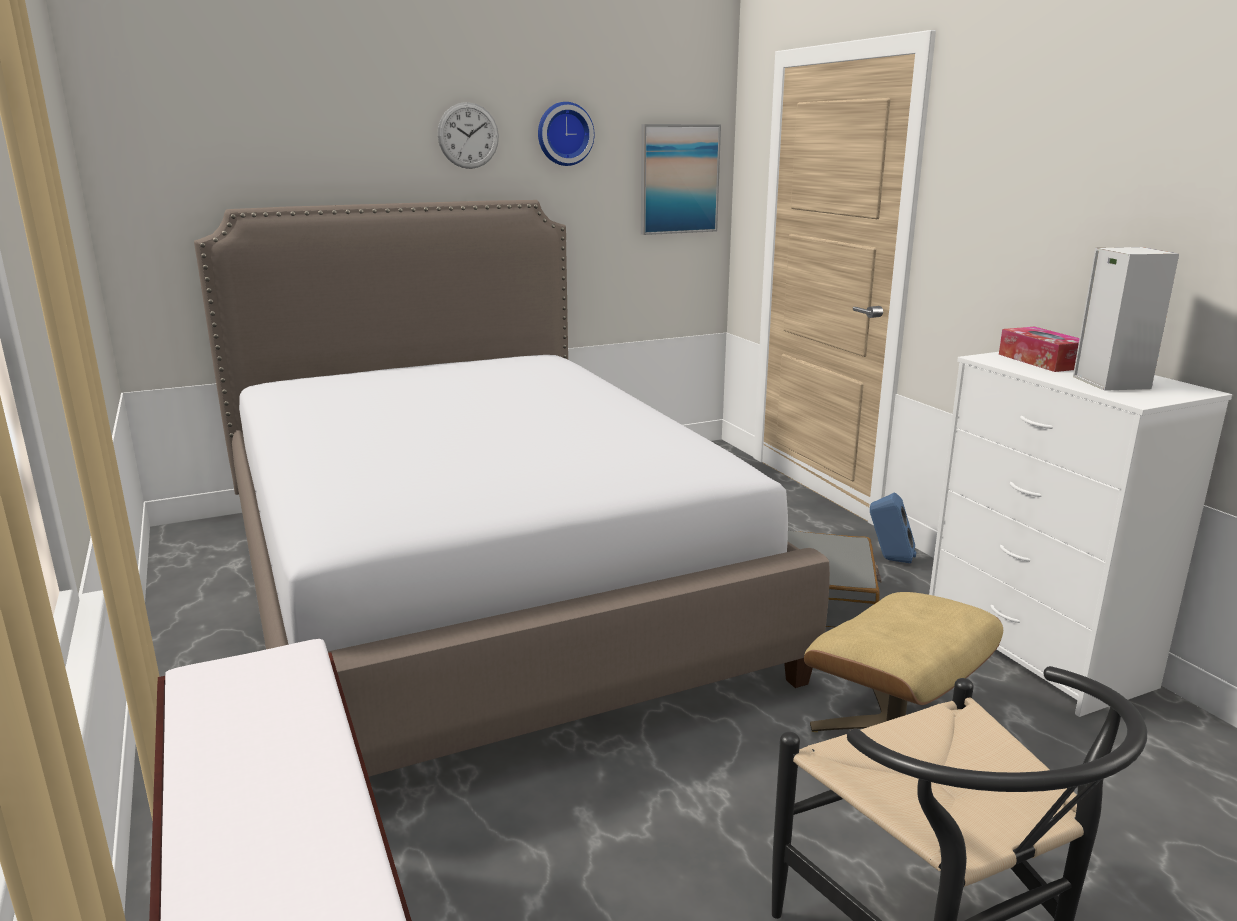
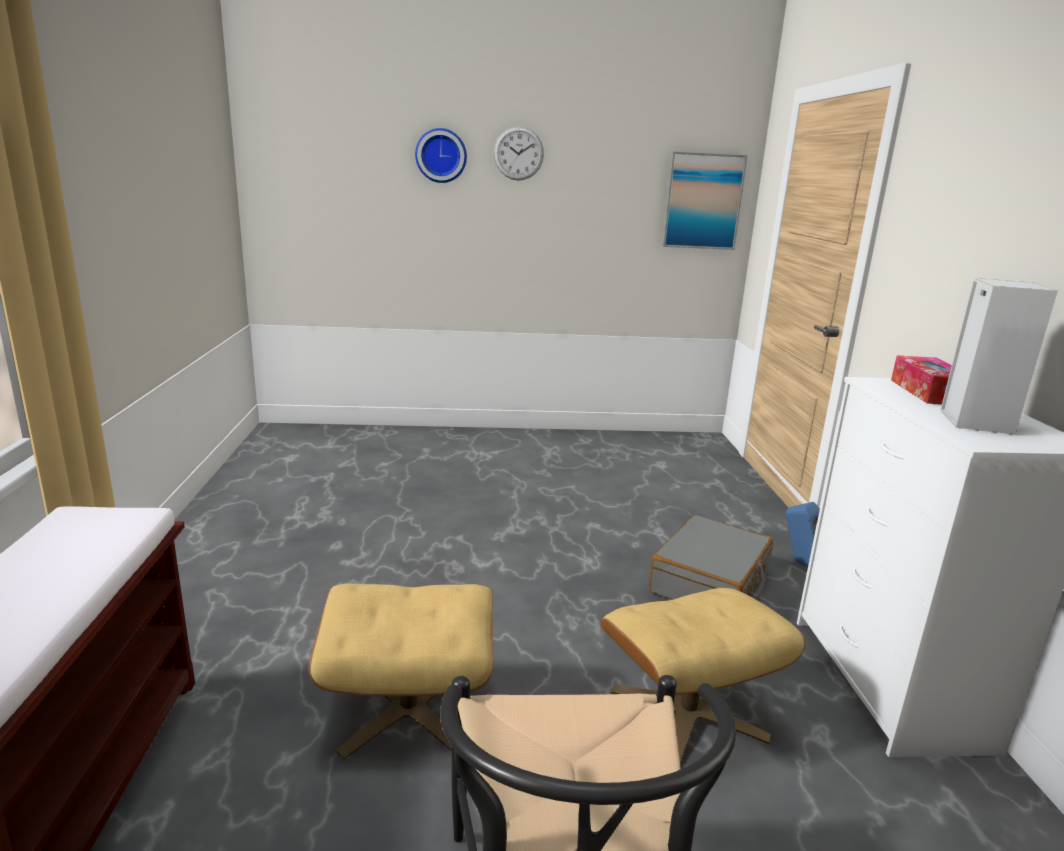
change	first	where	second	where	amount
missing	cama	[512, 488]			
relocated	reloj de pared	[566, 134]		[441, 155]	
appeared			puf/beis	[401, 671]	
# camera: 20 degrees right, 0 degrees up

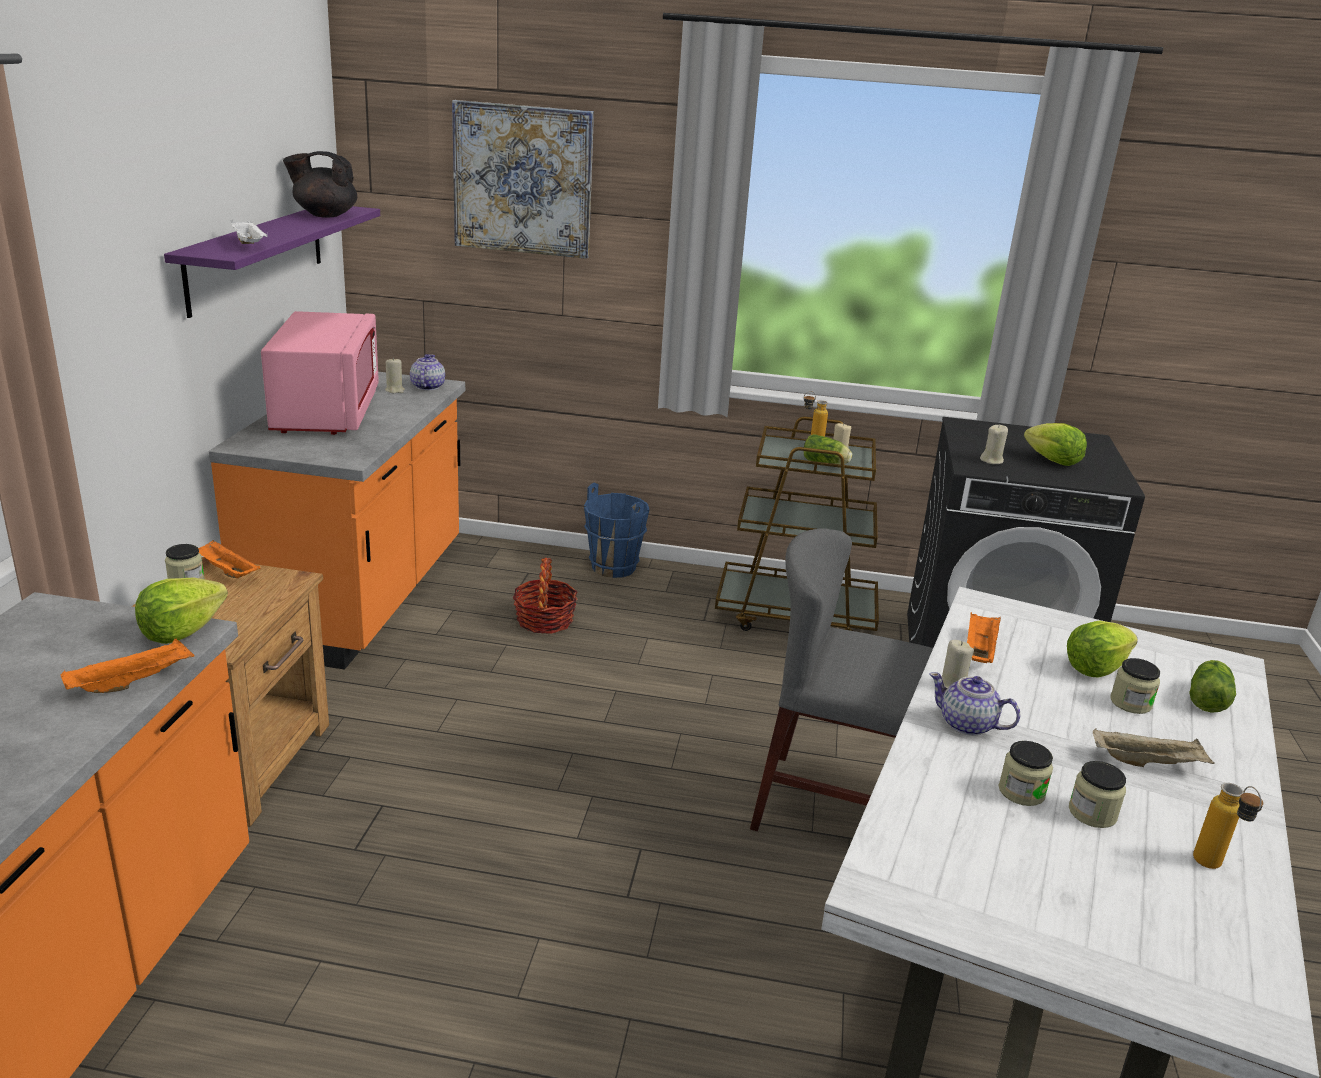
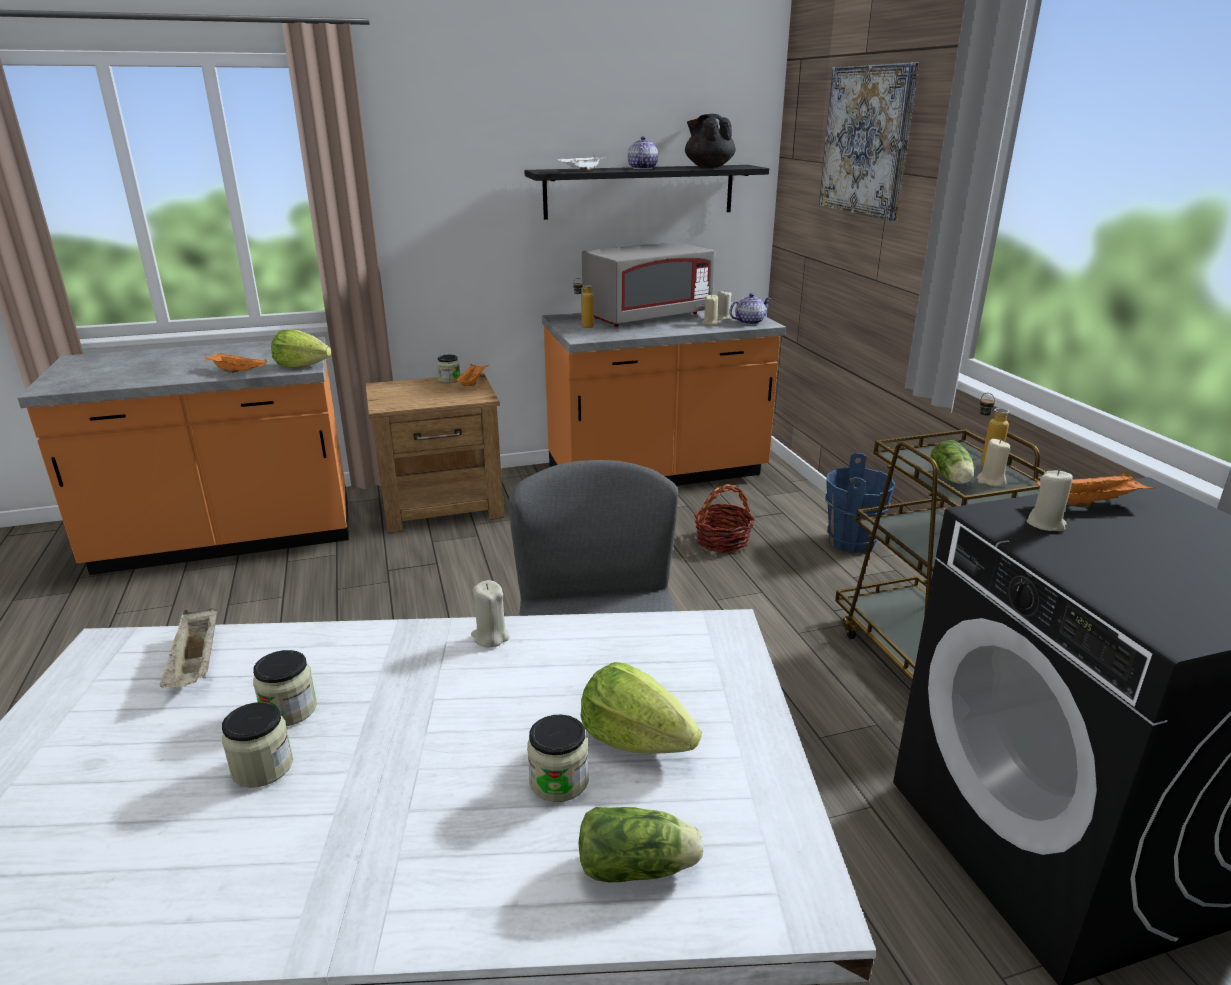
change	first	where	second	where	amount
colour	estante/morado	[272, 262]	estante/negro	[646, 192]	
colour	microondas/rosa	[320, 373]	microondas/gris	[648, 284]	
relocated	tetera	[974, 704]		[643, 152]	
relocated	bandeja/naranja	[984, 637]		[1095, 489]	
missing	lechuga	[1055, 444]			
relocated	bandeja/beis	[1153, 748]		[188, 648]	
relocated	botella	[1228, 826]		[583, 303]	
appeared			vela/beis	[710, 309]	
# camera: 65 degrees right, 0 degrees up

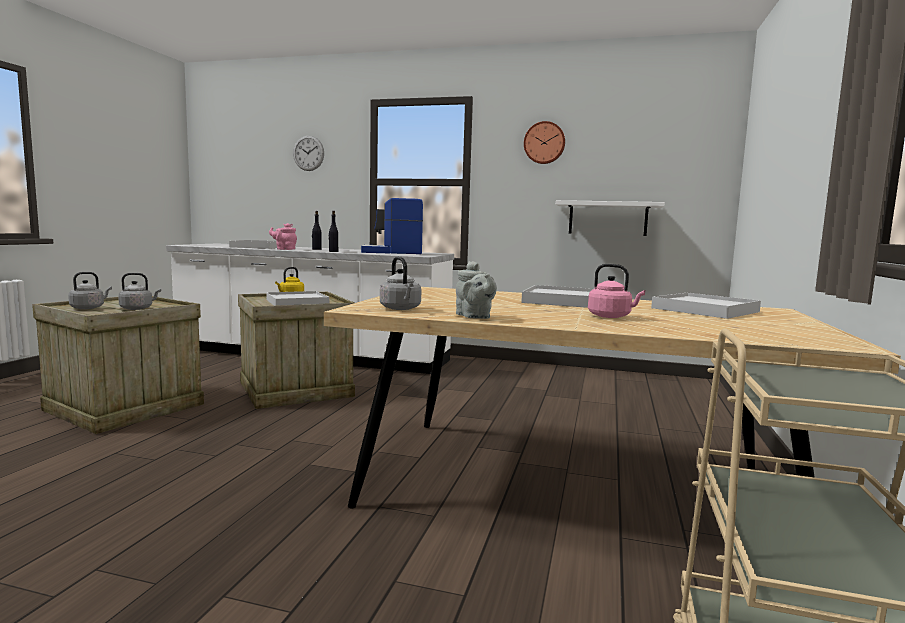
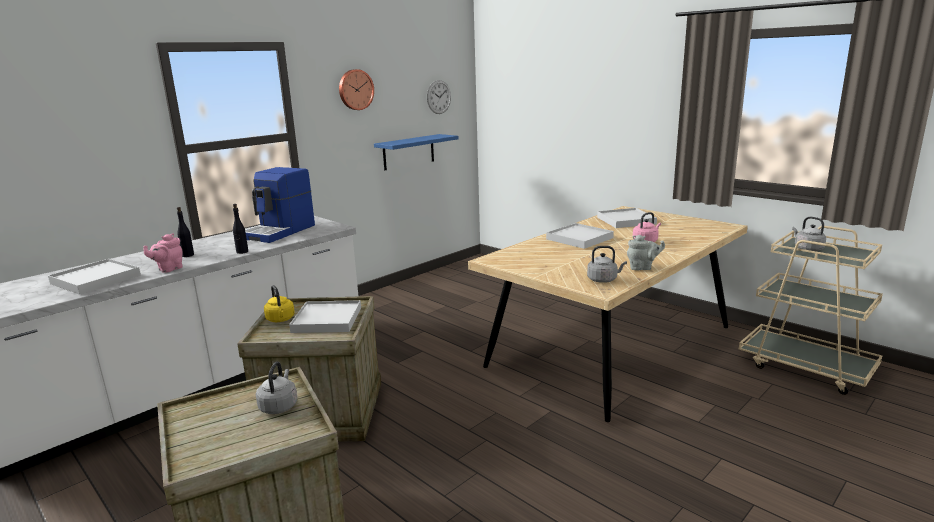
change	first	where	second	where	amount
relocated	hervidor/gris	[90, 290]		[809, 234]	
relocated	reloj de pared	[308, 153]		[439, 97]	
colour	estante/blanco	[610, 218]	estante/azul	[416, 152]	
# camera: 60 degrees left, 10 degrees up

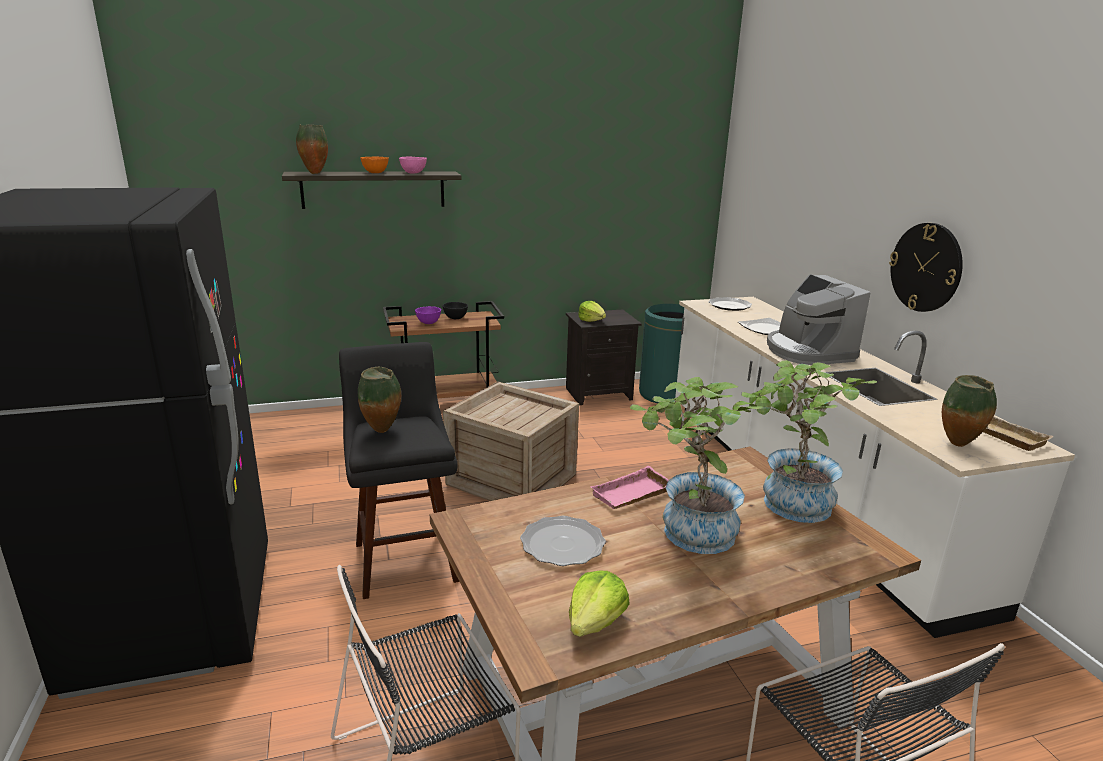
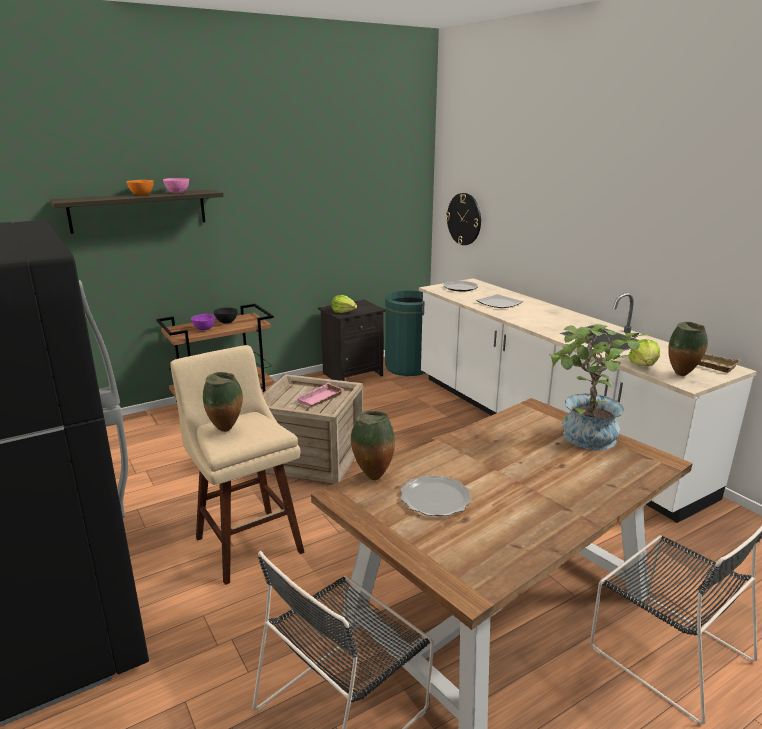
change	first	where	second	where	amount
relocated	florero	[312, 149]		[373, 445]	
colour	taburete/negro	[399, 470]	taburete/beis	[237, 465]	
relocated	lechuga	[599, 604]		[644, 352]	
relocated	bandeja/rosa	[630, 487]		[320, 394]	
missing	planta en maceta	[696, 465]			
missing	cafetera	[819, 319]			
relocated	reloj de pared	[926, 267]		[463, 219]	
# camera: 15 degrees left, 0 degrees up

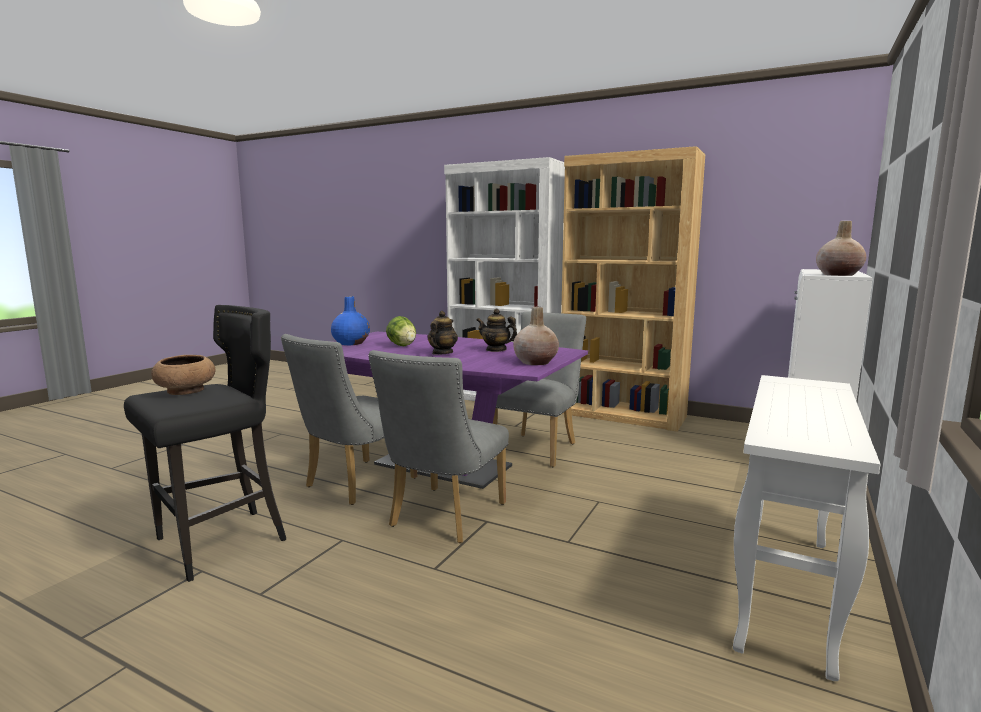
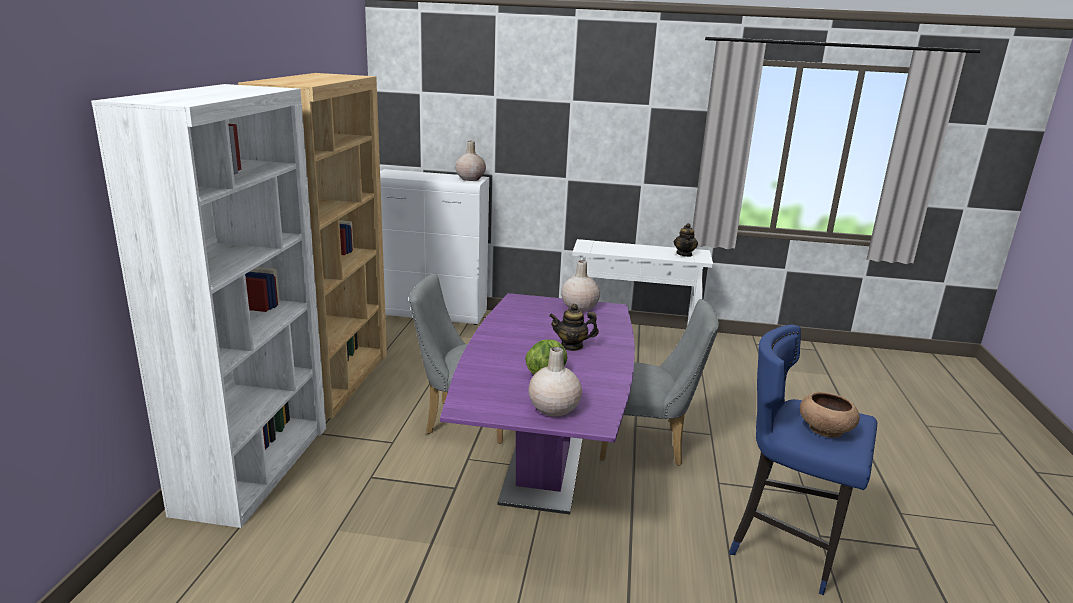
change	first	where	second	where	amount
colour	taburete/negro	[205, 443]	taburete/azul	[803, 460]	
missing	silla/gris	[349, 419]			
colour	florero/azul	[350, 320]	florero/beis	[555, 382]	
relocated	tetera	[496, 330]		[686, 240]	
# camera: 110 degrees left, 10 degrees up

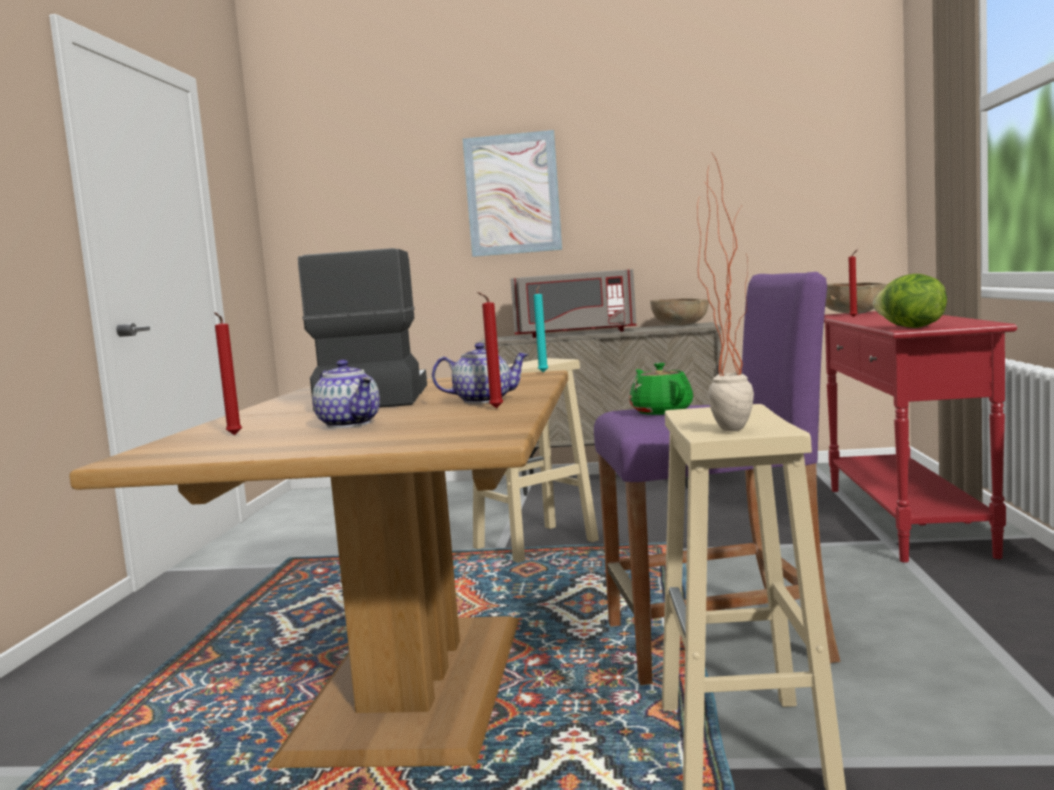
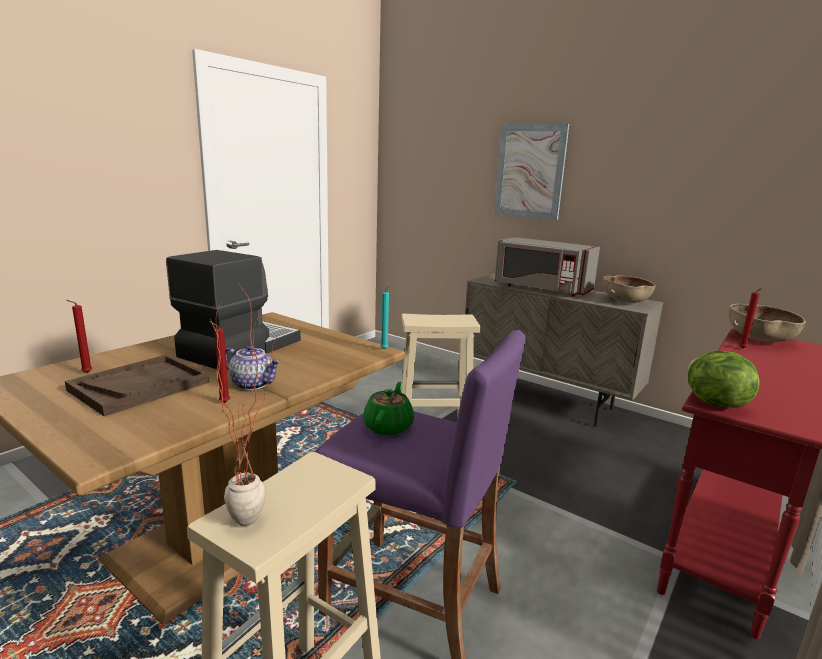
change	first	where	second	where	amount
exchanged	tetera	[346, 394]	bandeja/marrón	[137, 385]	
# camera: 30 degrees right, 10 degrees up

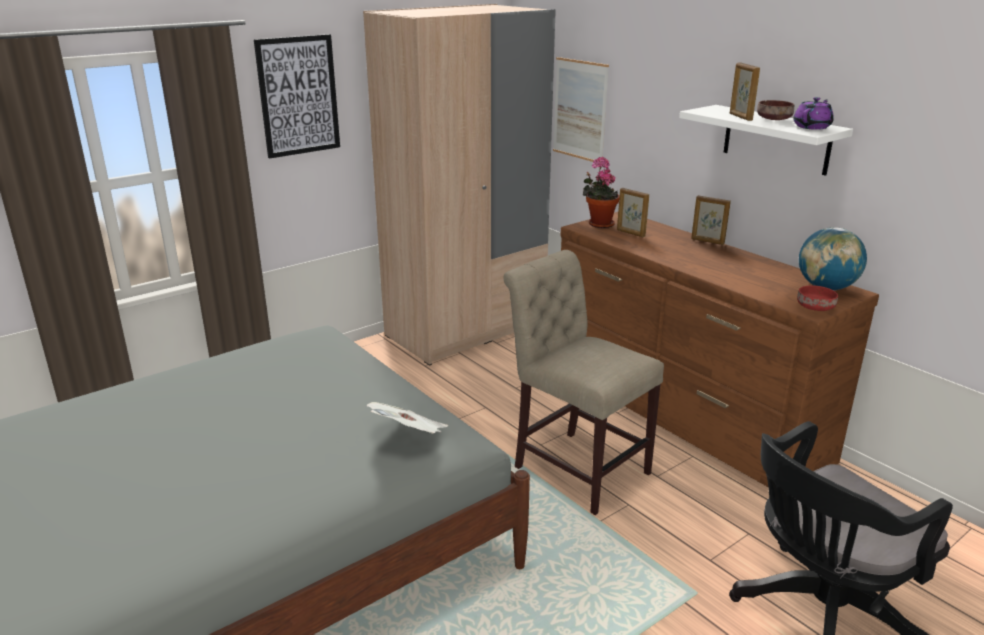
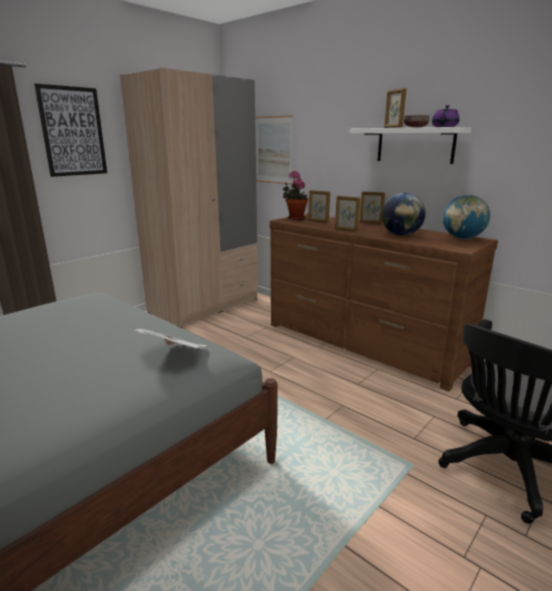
change	first	where	second	where	amount
missing	silla/beis	[584, 382]			
missing	cuenco/rojo	[817, 298]			
appeared			portarretratos	[348, 214]	
appeared			globo terráqueo	[404, 214]	
# camera: 10 degrees left, 5 degrees down

